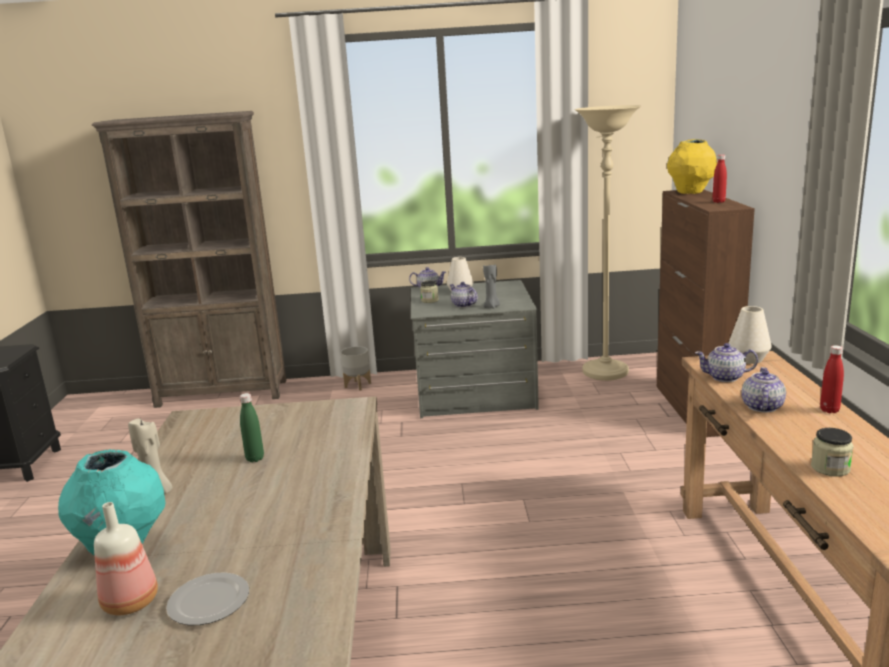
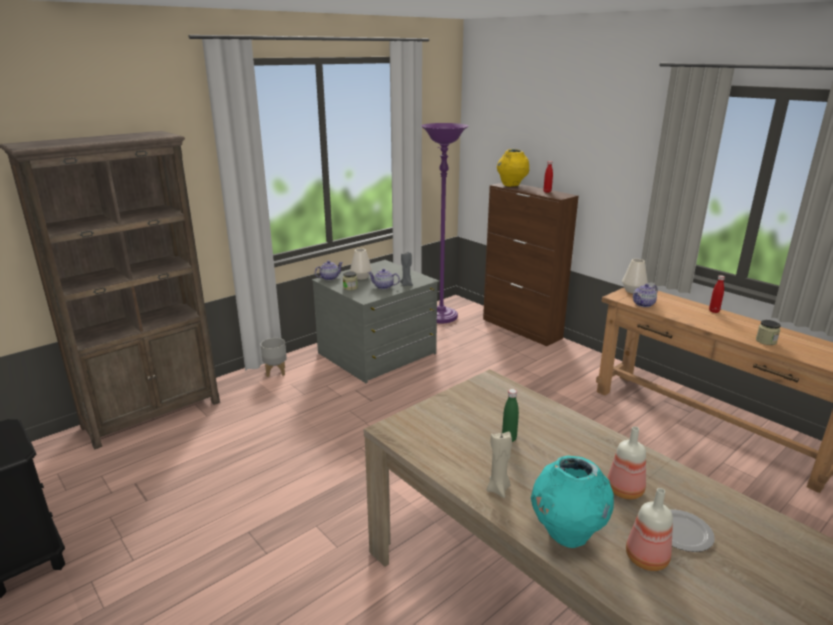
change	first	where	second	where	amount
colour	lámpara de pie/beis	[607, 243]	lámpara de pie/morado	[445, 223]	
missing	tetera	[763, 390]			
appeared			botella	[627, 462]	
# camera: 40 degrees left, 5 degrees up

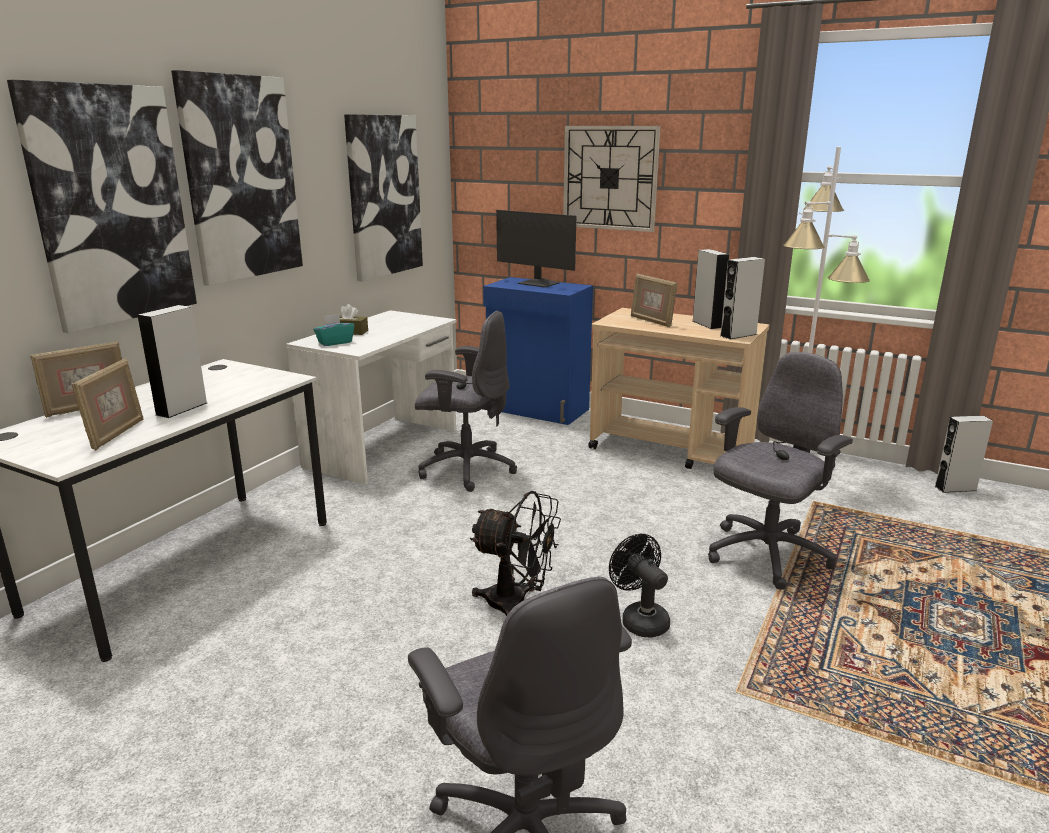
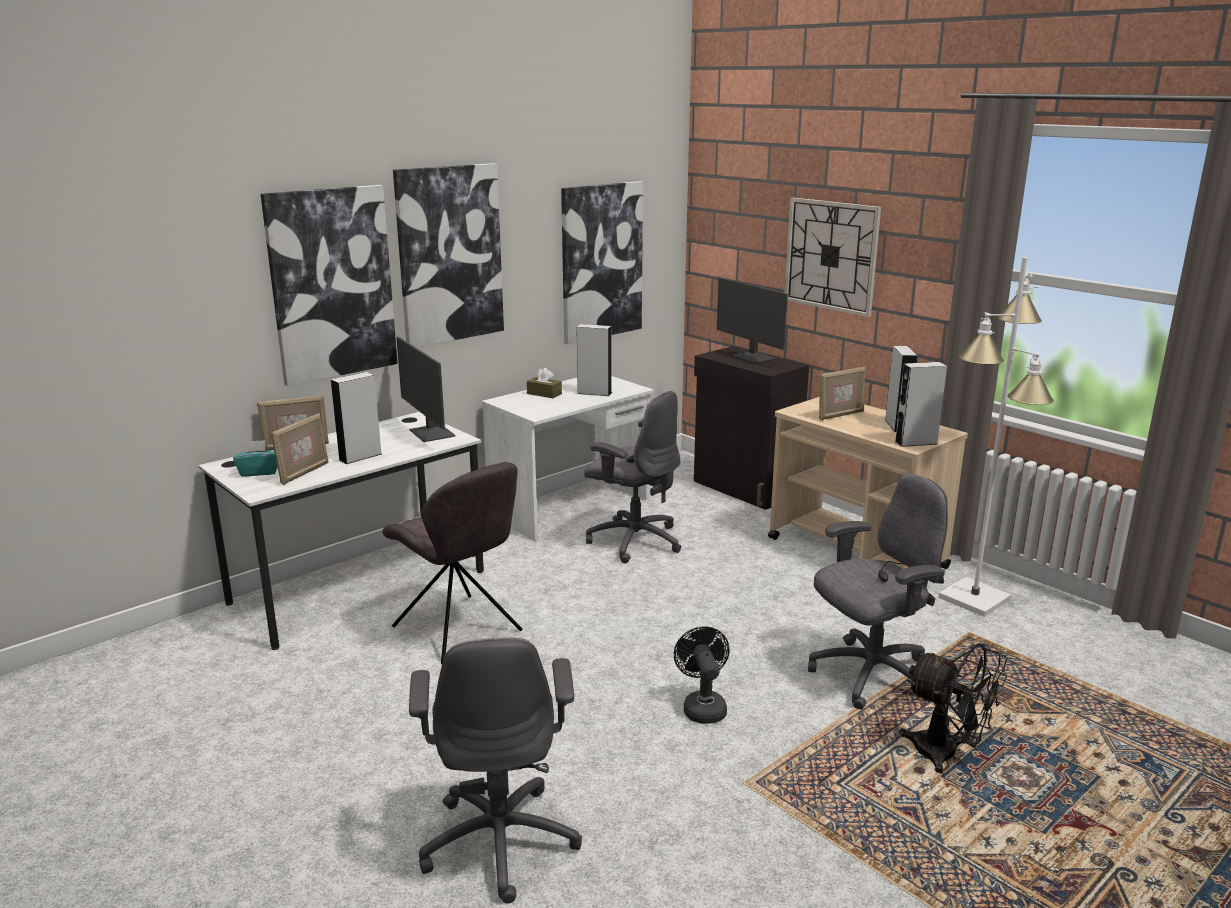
change	first	where	second	where	amount
relocated	caja de pañuelos/turquesa	[334, 330]		[255, 458]	
relocated	ventilador/negro	[515, 553]		[953, 708]	
colour	armario/azul	[538, 351]	armario/negro	[751, 428]	
spun	portarretratos	[654, 300]		[842, 393]	105 degrees counterclockwise
relocated	altavoz/gris	[963, 454]		[594, 360]	
appeared			silla/gris	[452, 563]	
appeared			monitor	[426, 389]	
# camera: 20 degrees right, 0 degrees up

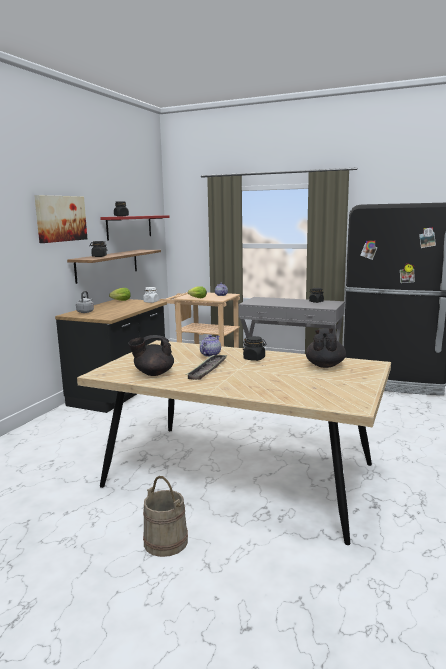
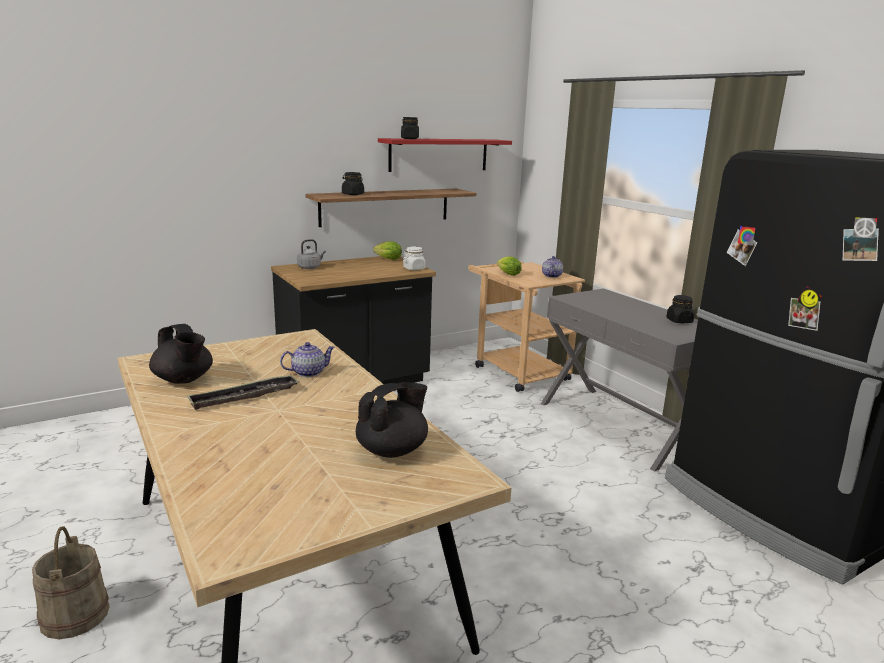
change	first	where	second	where	amount
missing	cuadro	[60, 219]			
spun	tetera/negro	[151, 355]		[181, 354]	150 degrees counterclockwise
missing	tarro/negro	[255, 348]			
# camera: 35 degrees right, 5 degrees up

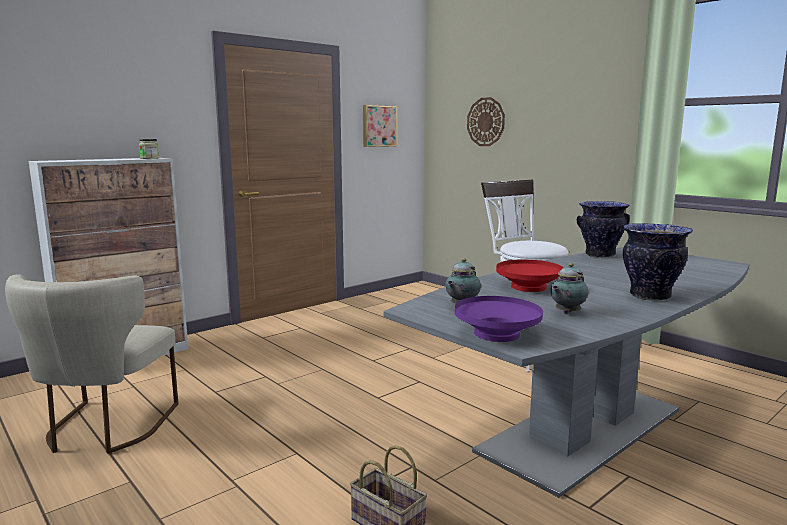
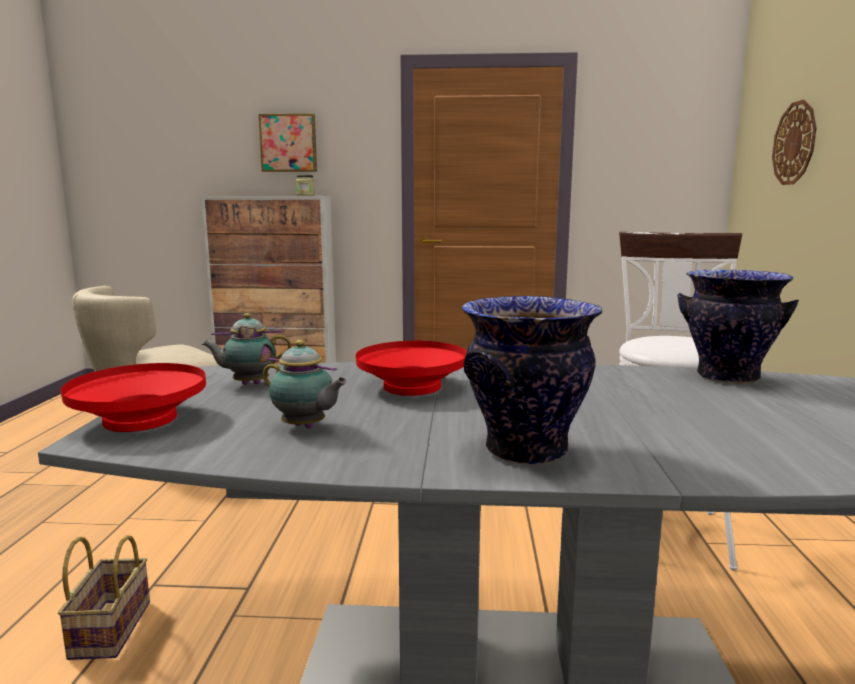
change	first	where	second	where	amount
relocated	cuadro	[380, 126]		[287, 142]	
colour	cuenco/morado	[499, 319]	cuenco/rojo	[133, 397]	
spun	tetera	[569, 288]		[305, 384]	150 degrees counterclockwise
# camera: 45 degrees right, 0 degrees up

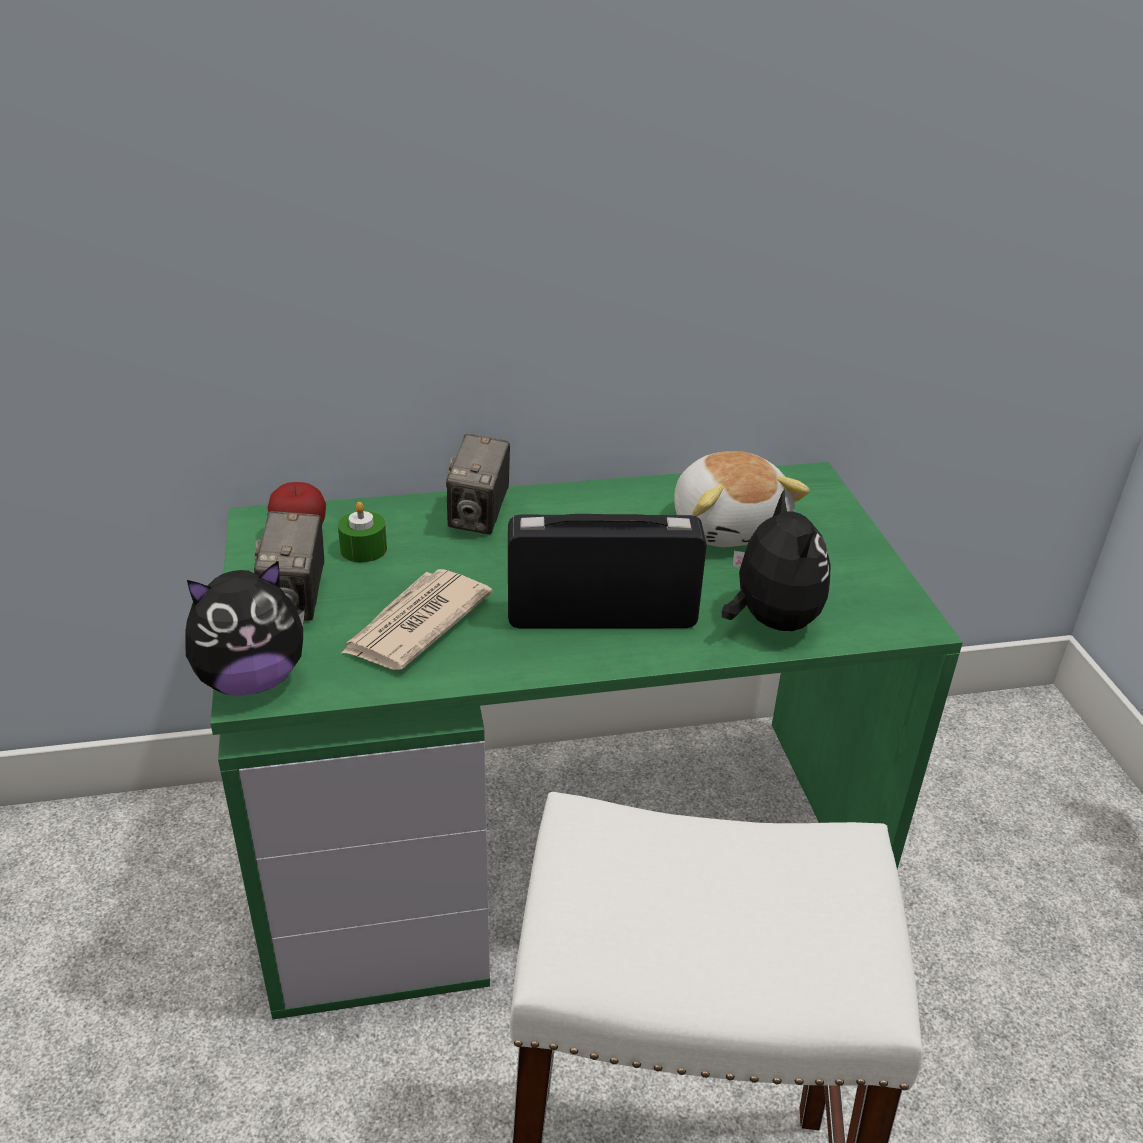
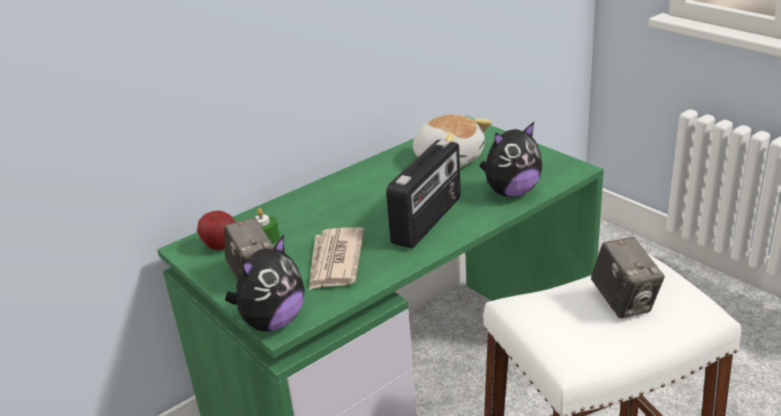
change	first	where	second	where	amount
relocated	cámara	[478, 484]		[628, 277]	
spun	radio	[607, 571]		[423, 194]	150 degrees clockwise
spun	peluche	[776, 560]		[511, 159]	105 degrees clockwise
# camera: 25 degrees left, 5 degrees down

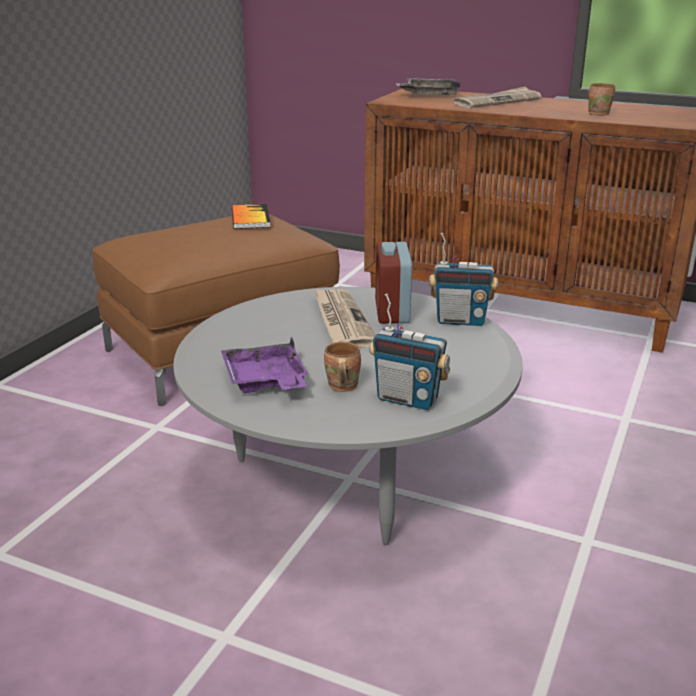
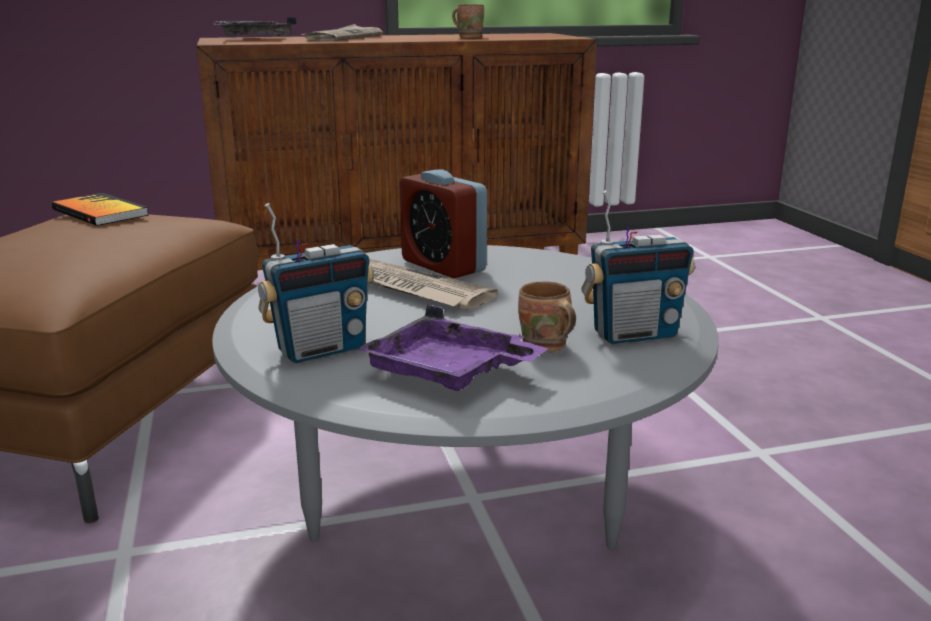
change	first	where	second	where	amount
relocated	radio	[463, 279]		[316, 283]	
# camera: 40 degrees left, 5 degrees down

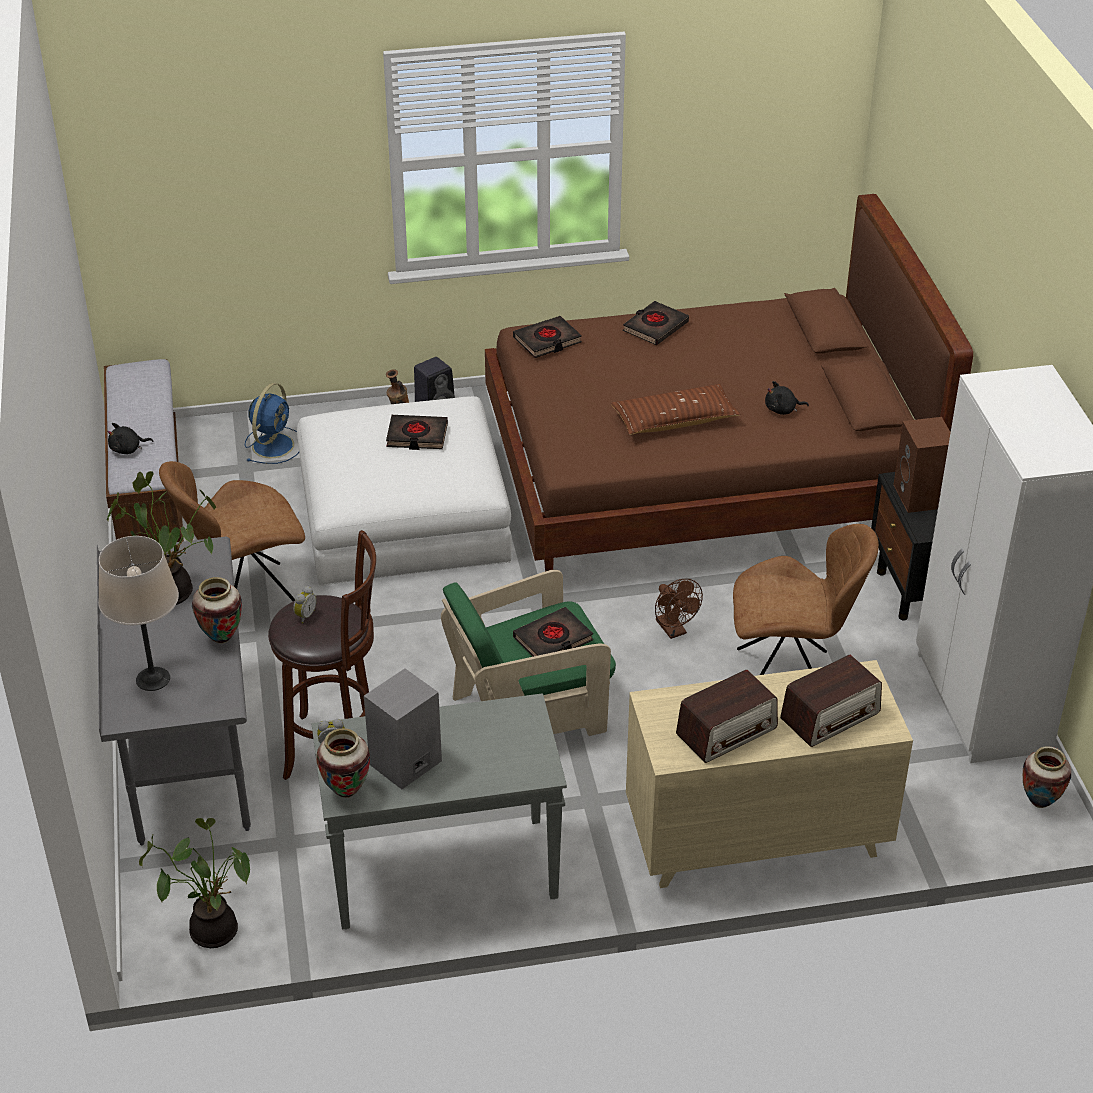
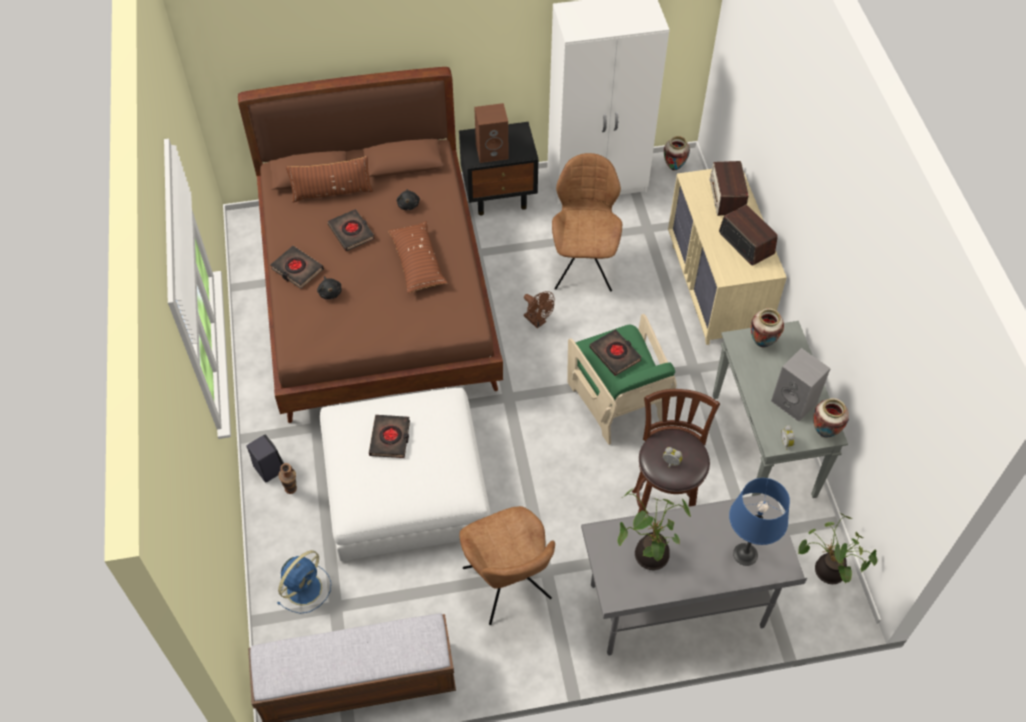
change	first	where	second	where	amount
colour	lámpara de mesa/beis	[138, 613]	lámpara de mesa/azul	[759, 522]	
relocated	peluche/negro	[130, 438]		[329, 288]	
relocated	florero	[217, 610]		[767, 327]	
spun	ventilador/azul	[272, 423]		[304, 582]	105 degrees clockwise
relocated	libro/negro	[547, 337]		[351, 230]	
spun	ventilador/marrón	[679, 609]		[539, 309]	75 degrees clockwise
spun	radio	[831, 701]		[728, 188]	150 degrees counterclockwise
appeared			cojín/marrón	[329, 179]	
# camera: 90 degrees left, 15 degrees up

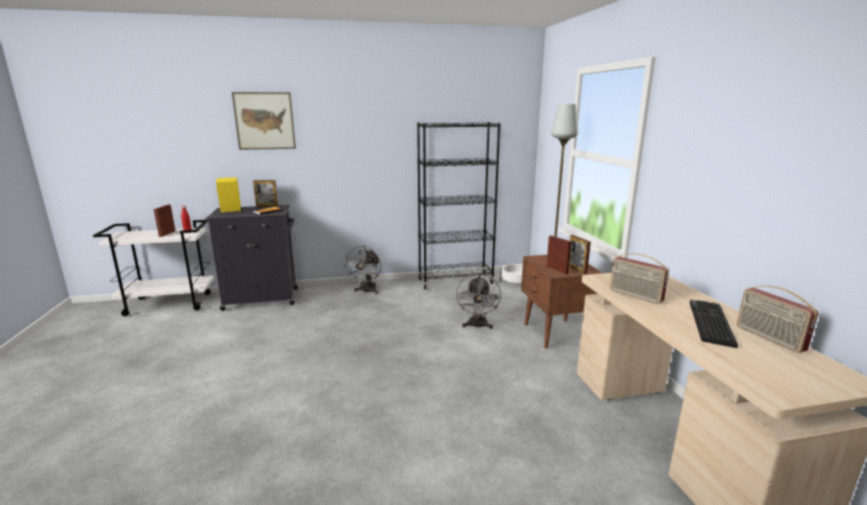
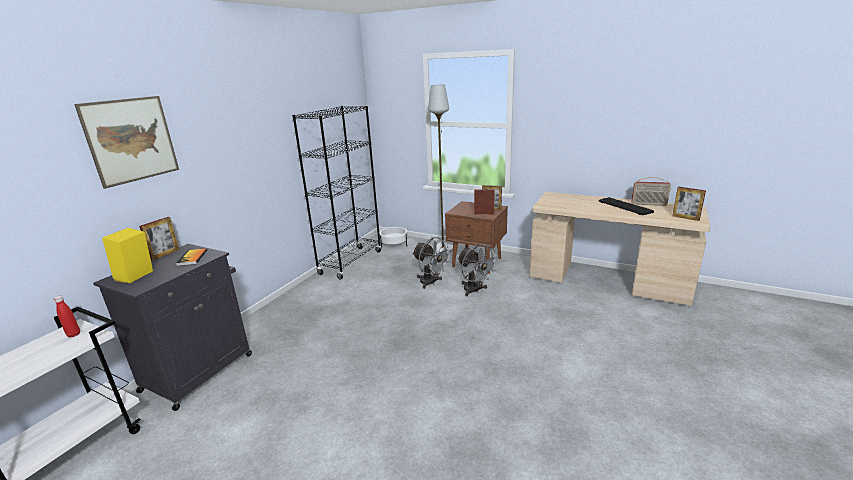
change	first	where	second	where	amount
relocated	portarretratos	[164, 221]		[689, 204]	
relocated	ventilador/gris	[363, 270]		[477, 270]	
missing	radio	[639, 278]			
# camera: 50 degrees left, 5 degrees up

